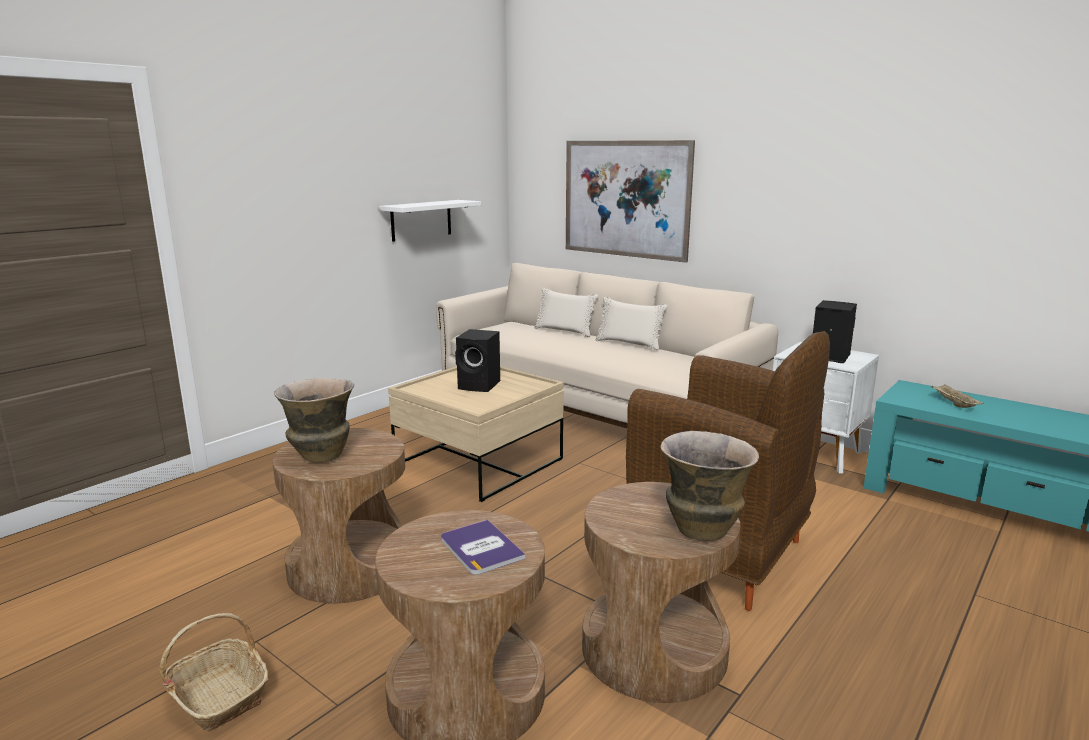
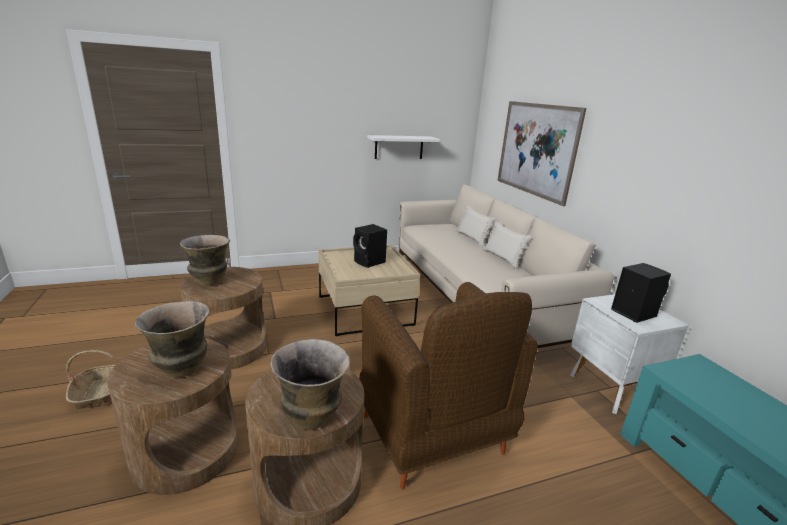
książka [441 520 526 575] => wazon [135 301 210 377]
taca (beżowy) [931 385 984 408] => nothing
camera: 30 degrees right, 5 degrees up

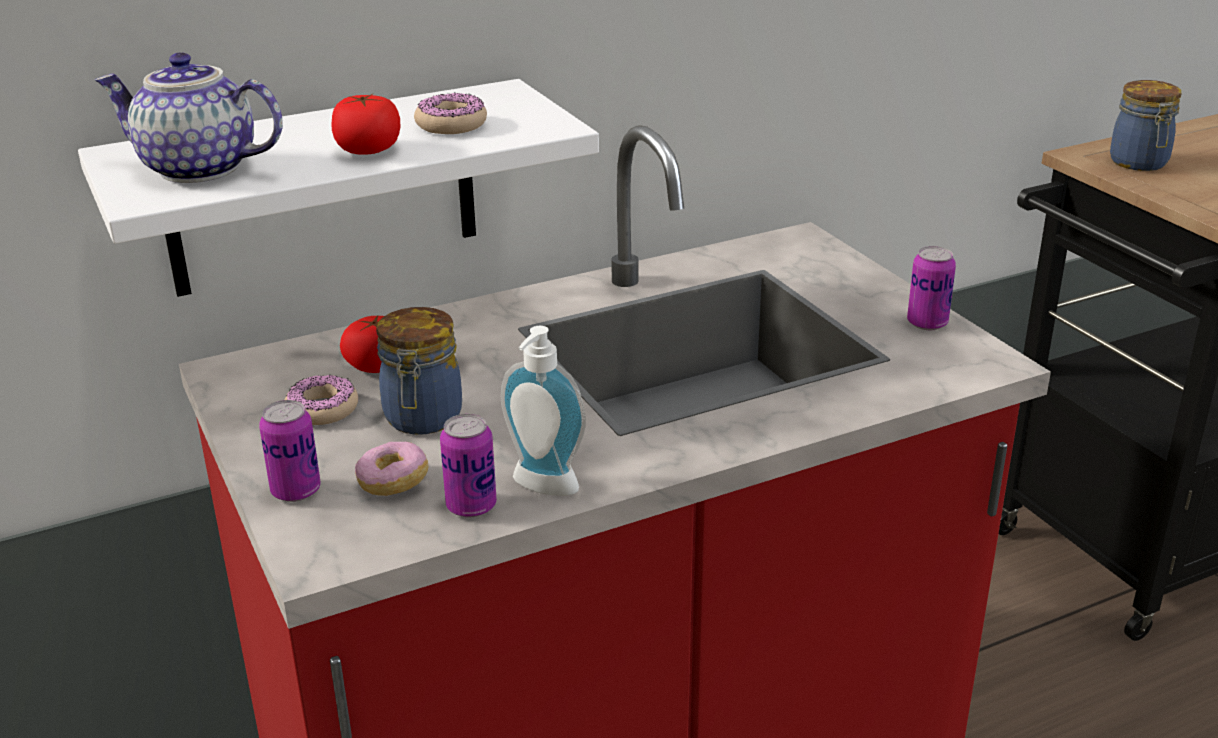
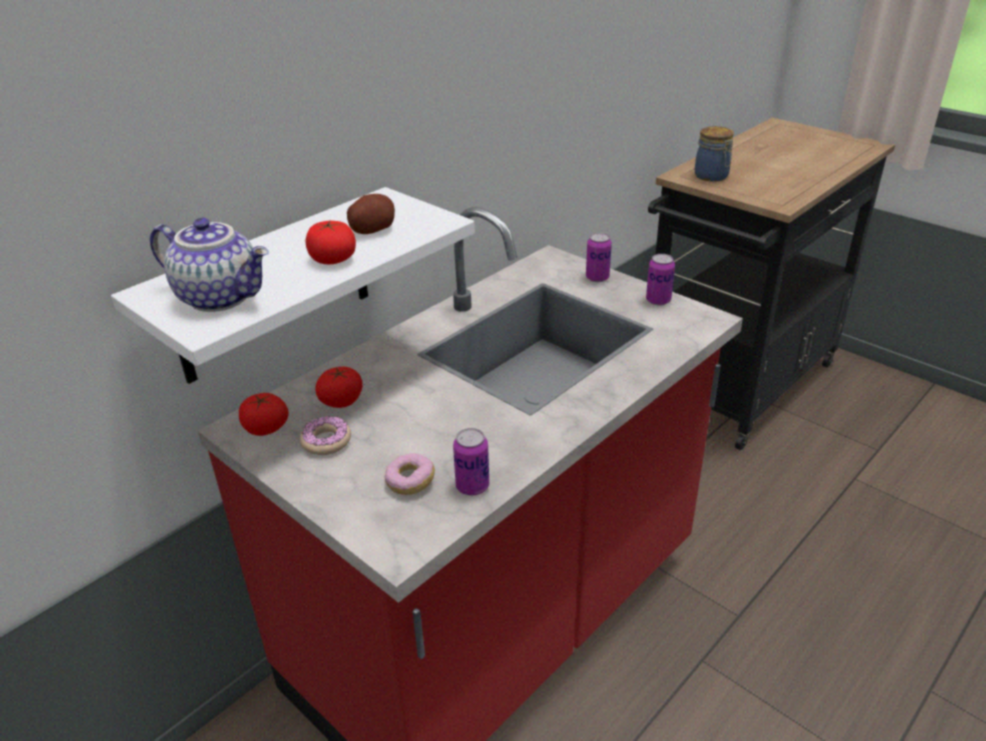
imbryk [94 52 283 183] => imbryk [150 218 269 312], 150 degrees counterclockwise
puszka [259 400 321 502] => puszka [586 233 612 282], move
słoik [376 307 462 435] => nothing
donut [414 92 487 134] => ziemniak [347 194 395 234]
dozownik mydła [501 326 586 496] => nothing
nothing => pomidor [239 393 288 436]
camera: 20 degrees left, 5 degrees up

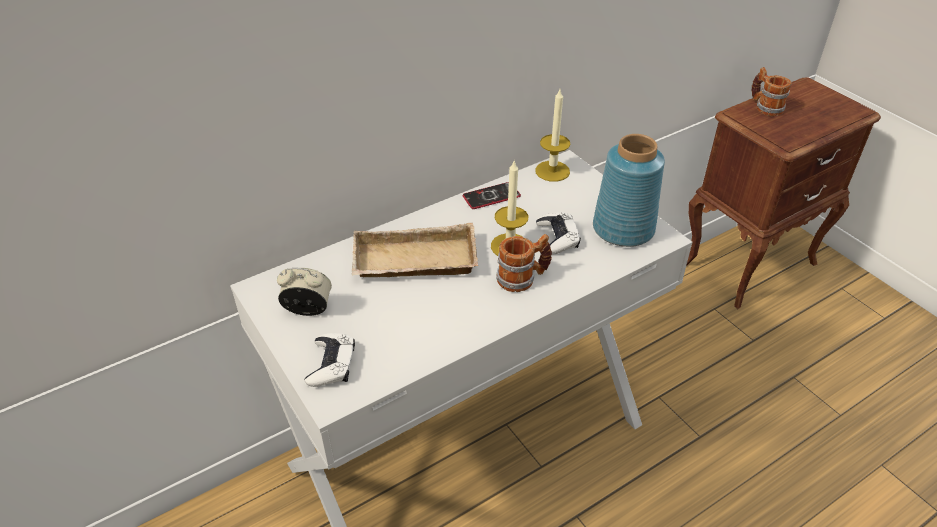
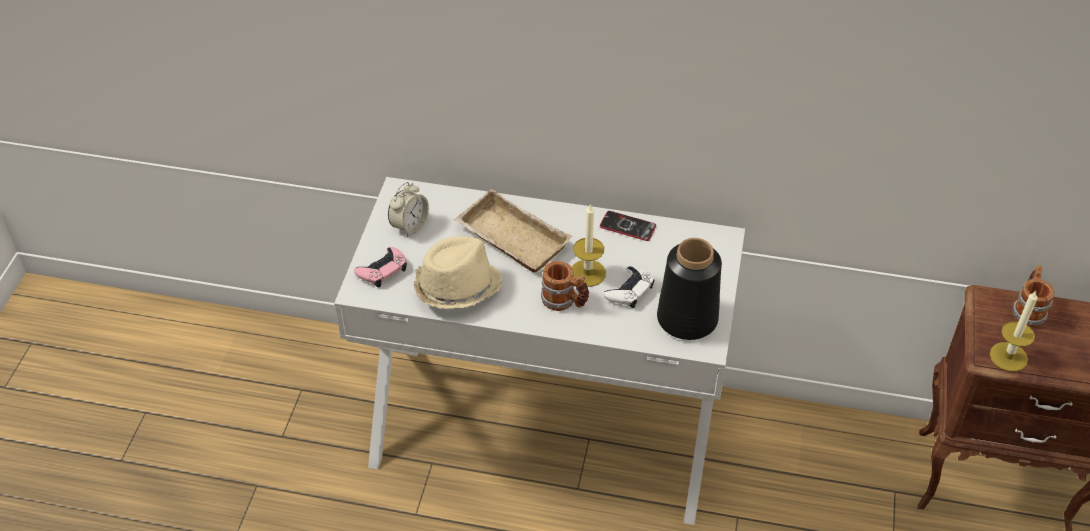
budzik [277 268 332 316] => budzik [388 182 429 237], 75 degrees clockwise
pad do gier (biały) [304 333 355 387] => pad do gier (różowy) [354 247 407 287]
świeca [535 90 570 182] => świeca [990 291 1038 372], move
wazon (niebieski) [593 134 665 247] => wazon (czarny) [657 238 722 340]
nothing => kapelusz (beżowy) [413 236 502 309]
camera: 45 degrees right, 5 degrees up

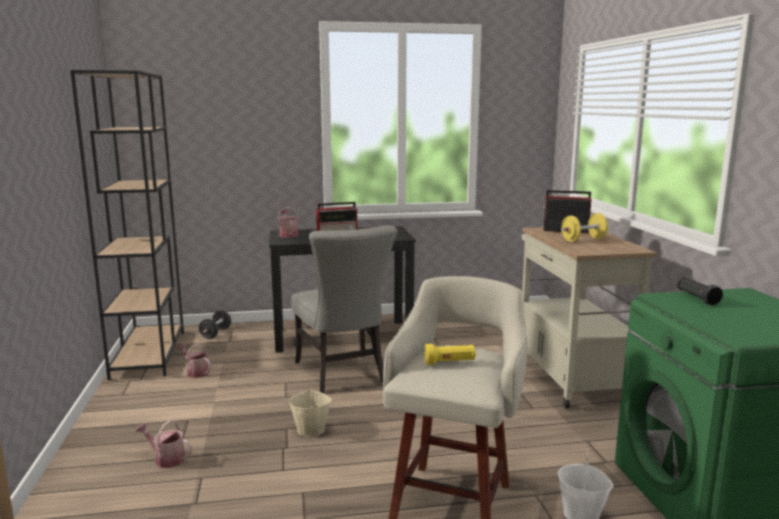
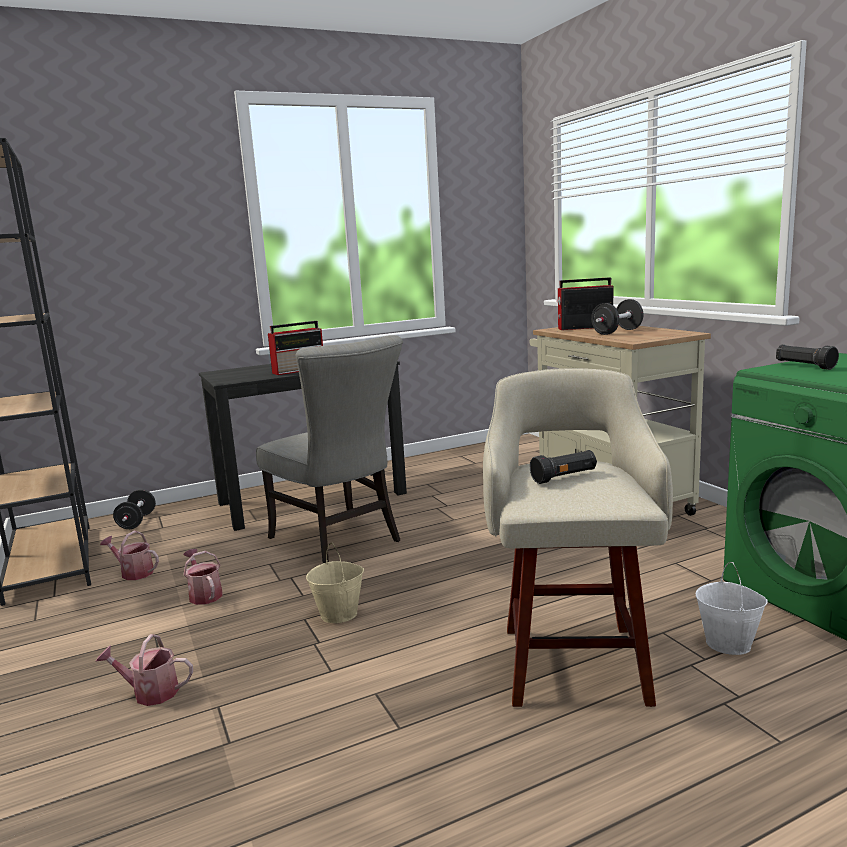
konewka [277 207 299 238] => konewka [183 549 222 605], move
latarka (żółty) [424 344 476 365] => latarka (czarny) [530 450 597 484]
hantel (żółty) [561 213 608 242] => hantel (czarny) [591 299 643 335]
camera: 15 degrees left, 0 degrees up

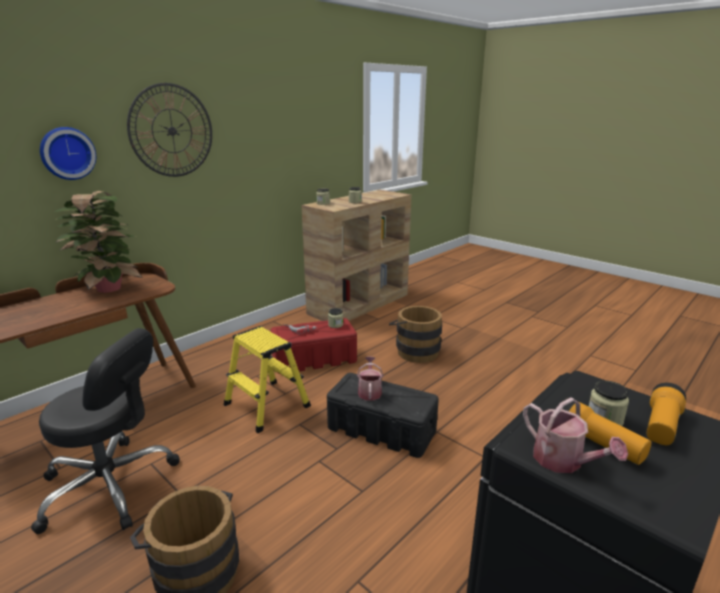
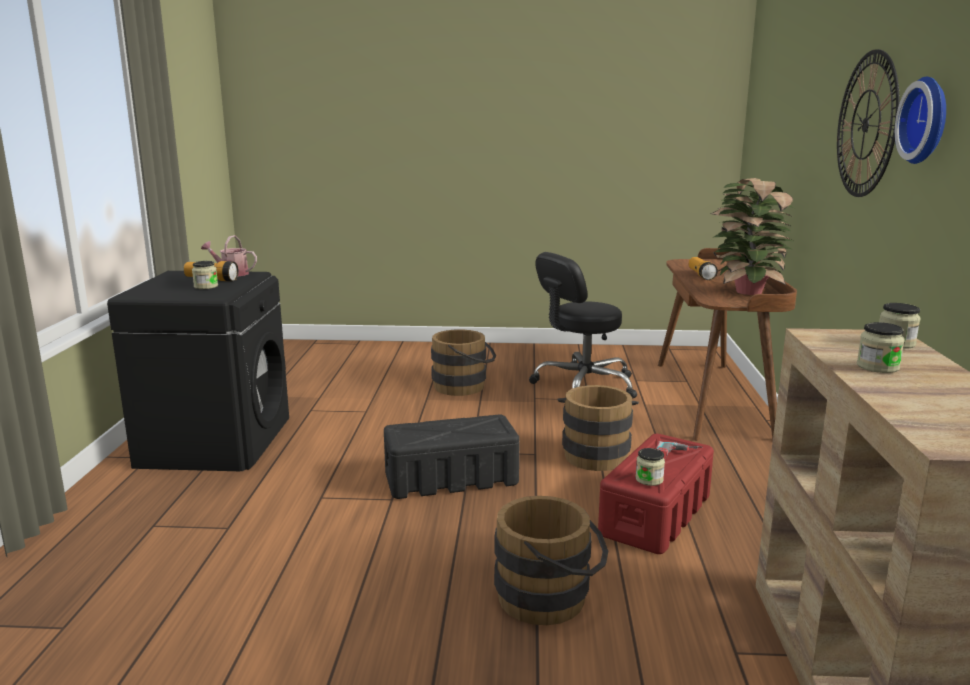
zegar ścienny [40 127 96 180] => zegar ścienny [895 77 946 164], move
drabinka (żółty) [224 326 311 433] => wiadro (brązowy) [557 385 639 471]
konewka [357 357 383 401] => nothing
latarka [646 382 686 445] => latarka [689 257 718 280], move
camera: 140 degrees right, 5 degrees down

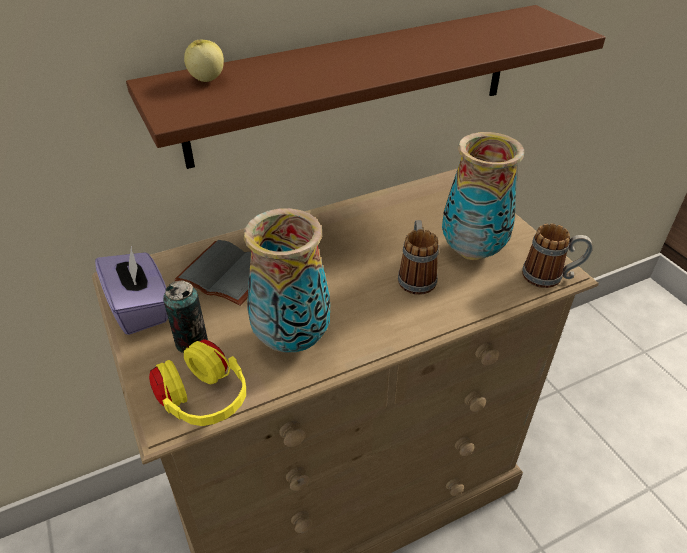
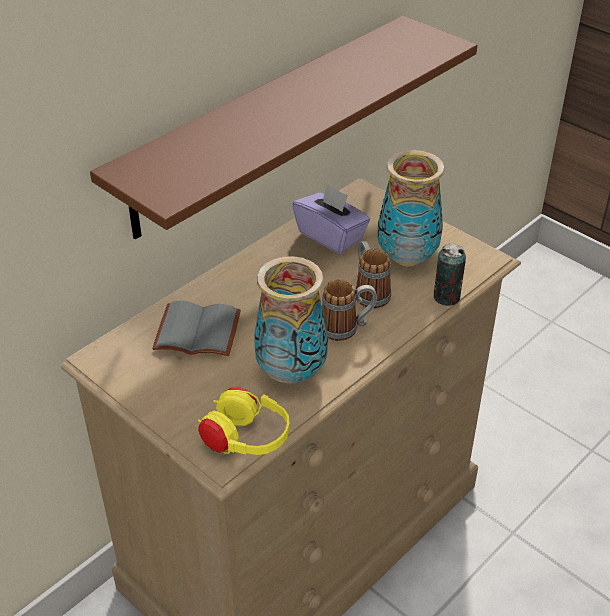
pudełko chusteczek (fioletowy) [95 245 168 335] => pudełko chusteczek (fioletowy) [292 183 370 254], move
puszka [163 280 208 353] => puszka [434 244 466 306], move
jabłko [184 40 224 82] => nothing
kubek [522 223 593 288] => kubek [322 279 377 341], move
camera: 20 degrees left, 0 degrees up

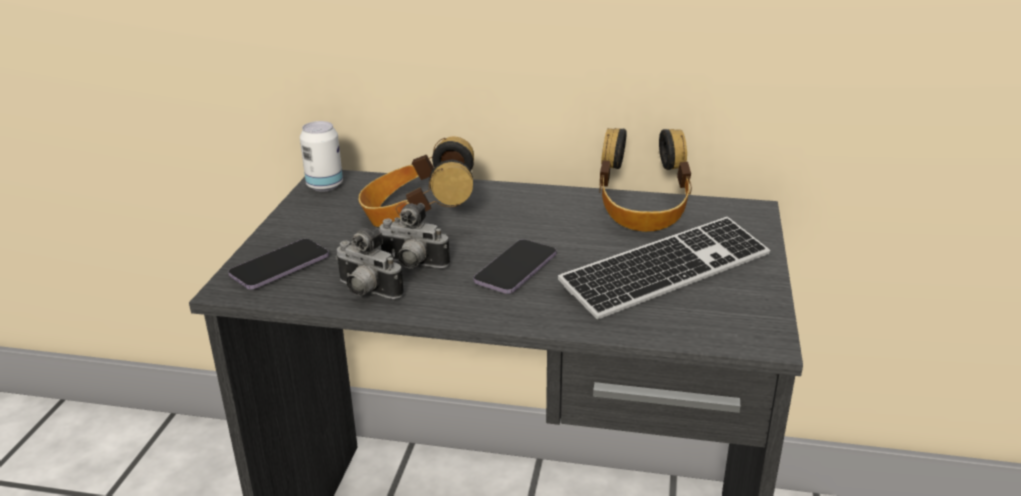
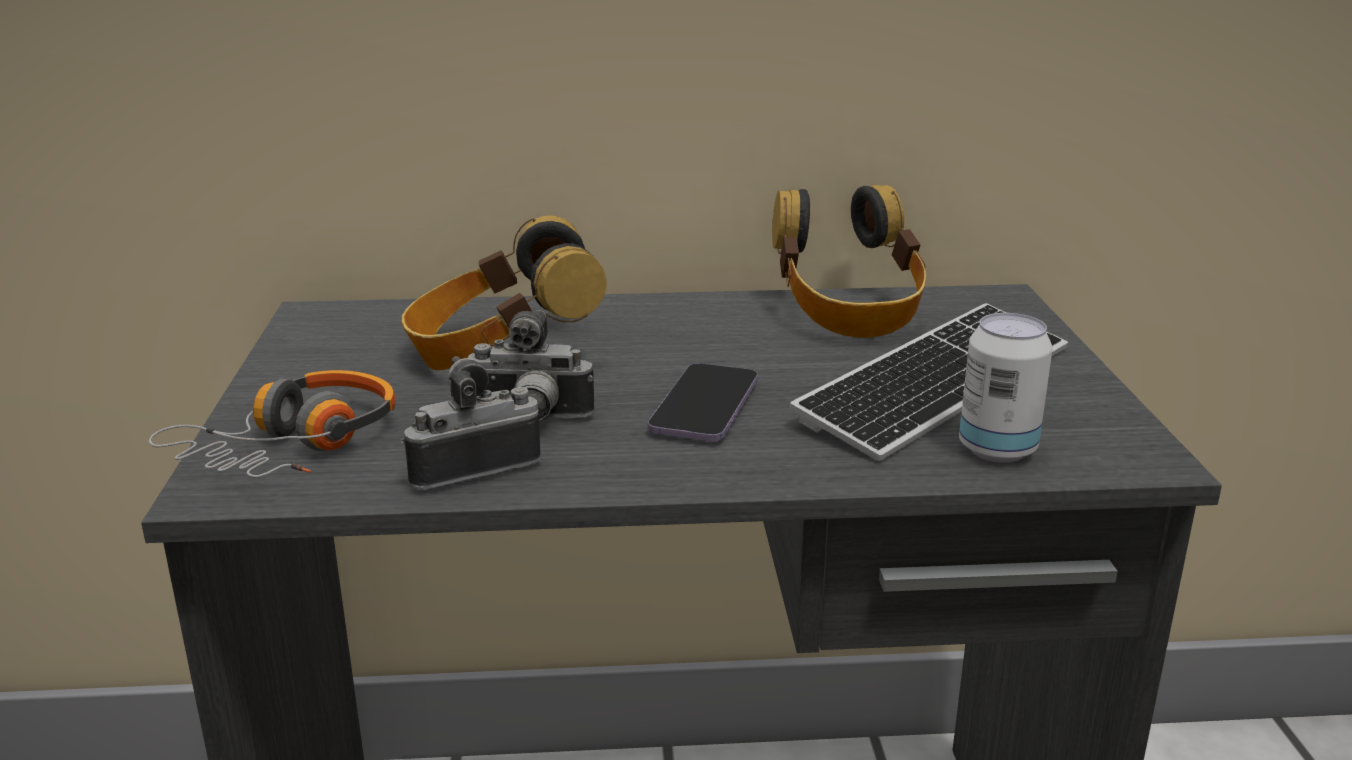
telefon [228 239 329 290] => słuchawki [149 370 395 478]
puszka [300 121 343 192] => puszka [959 313 1053 463], move
aparat fotograficzny [335 228 404 299] => aparat fotograficzny [401 356 541 490], 135 degrees clockwise
camera: 15 degrees left, 5 degrees down

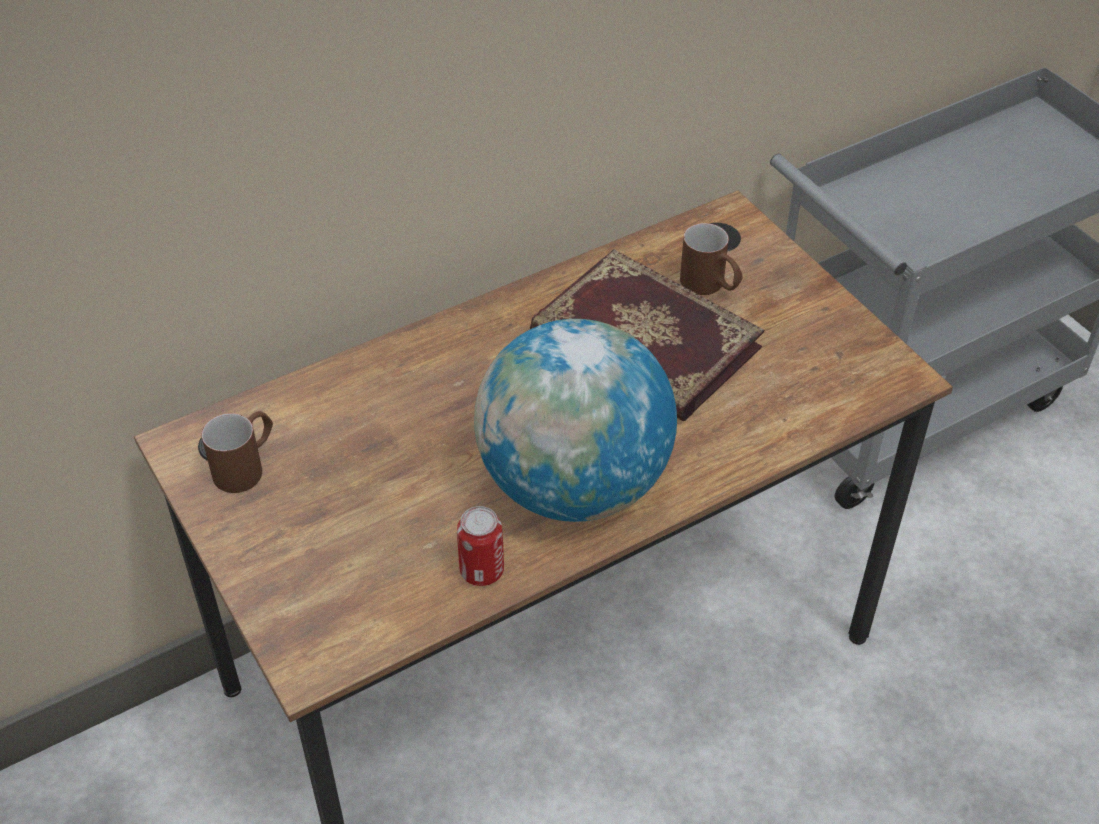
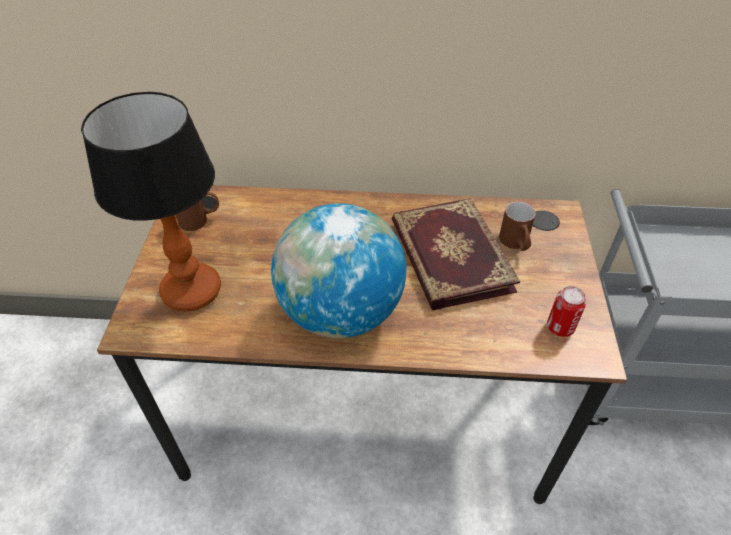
puszka [457 506 504 586] => puszka [547 286 586 337], move
nothing => lampa stołowa [81 92 221 311]
camera: 35 degrees right, 0 degrees up

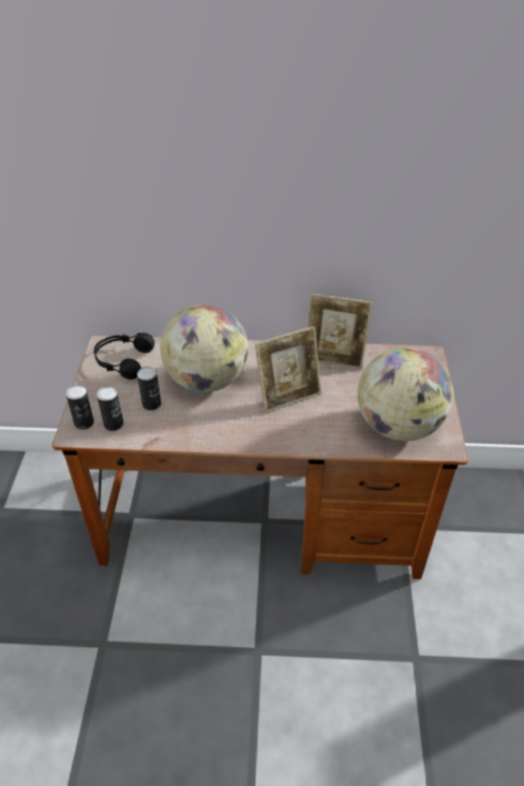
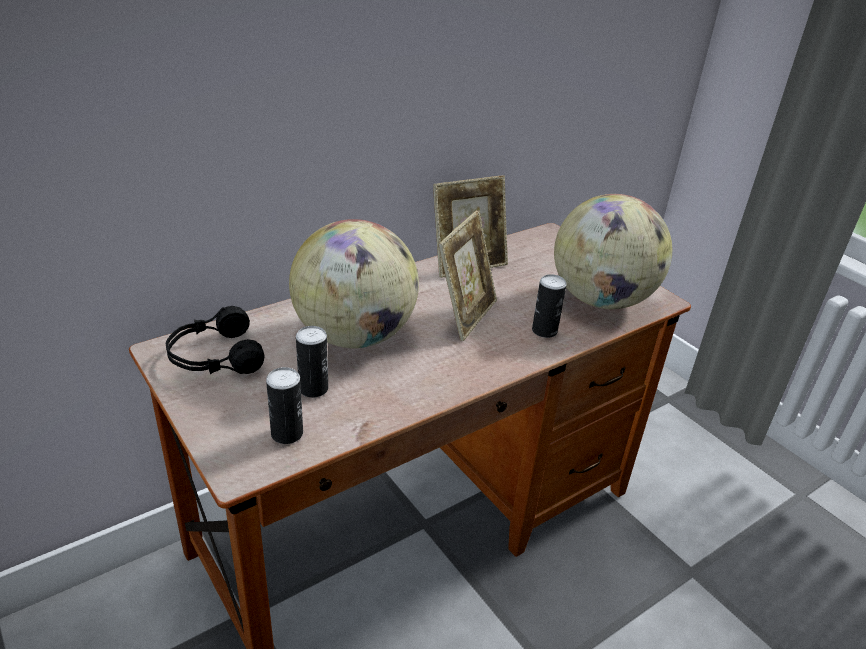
puszka [66 385 94 430] => puszka [532 274 567 338], move
camera: 40 degrees left, 10 degrees down

